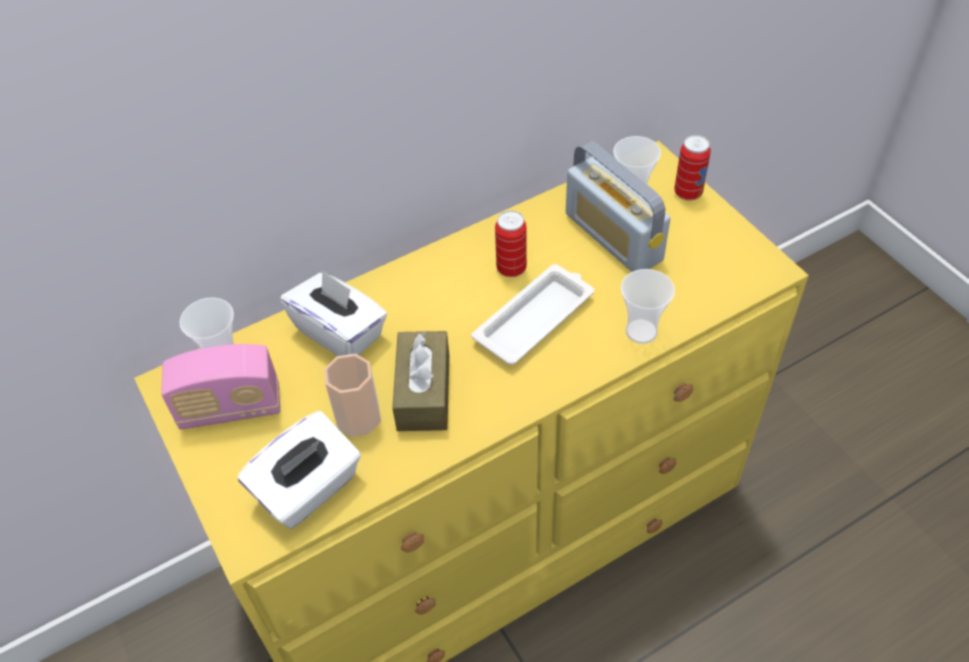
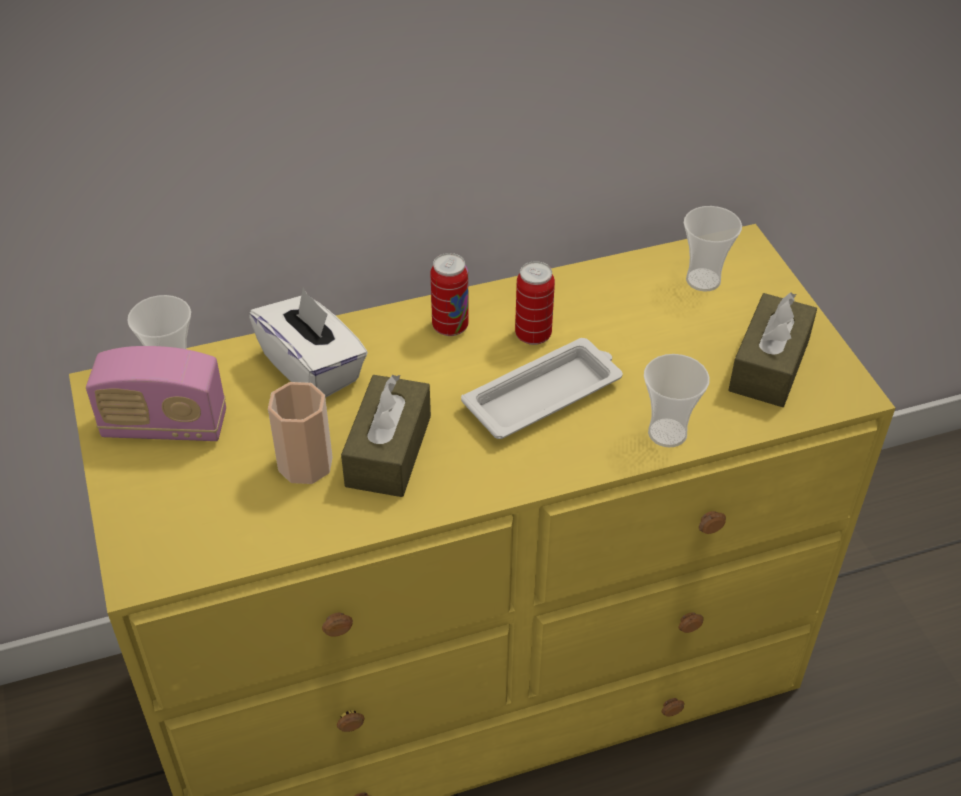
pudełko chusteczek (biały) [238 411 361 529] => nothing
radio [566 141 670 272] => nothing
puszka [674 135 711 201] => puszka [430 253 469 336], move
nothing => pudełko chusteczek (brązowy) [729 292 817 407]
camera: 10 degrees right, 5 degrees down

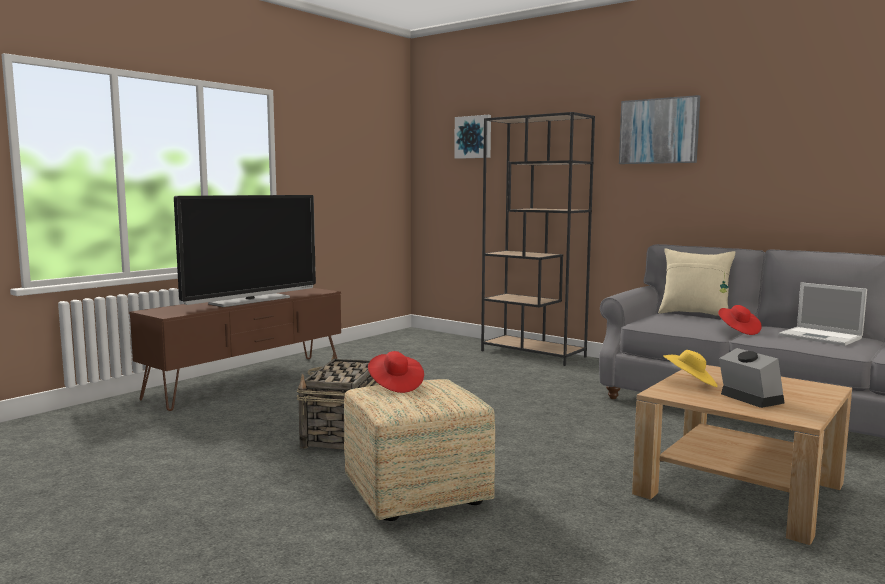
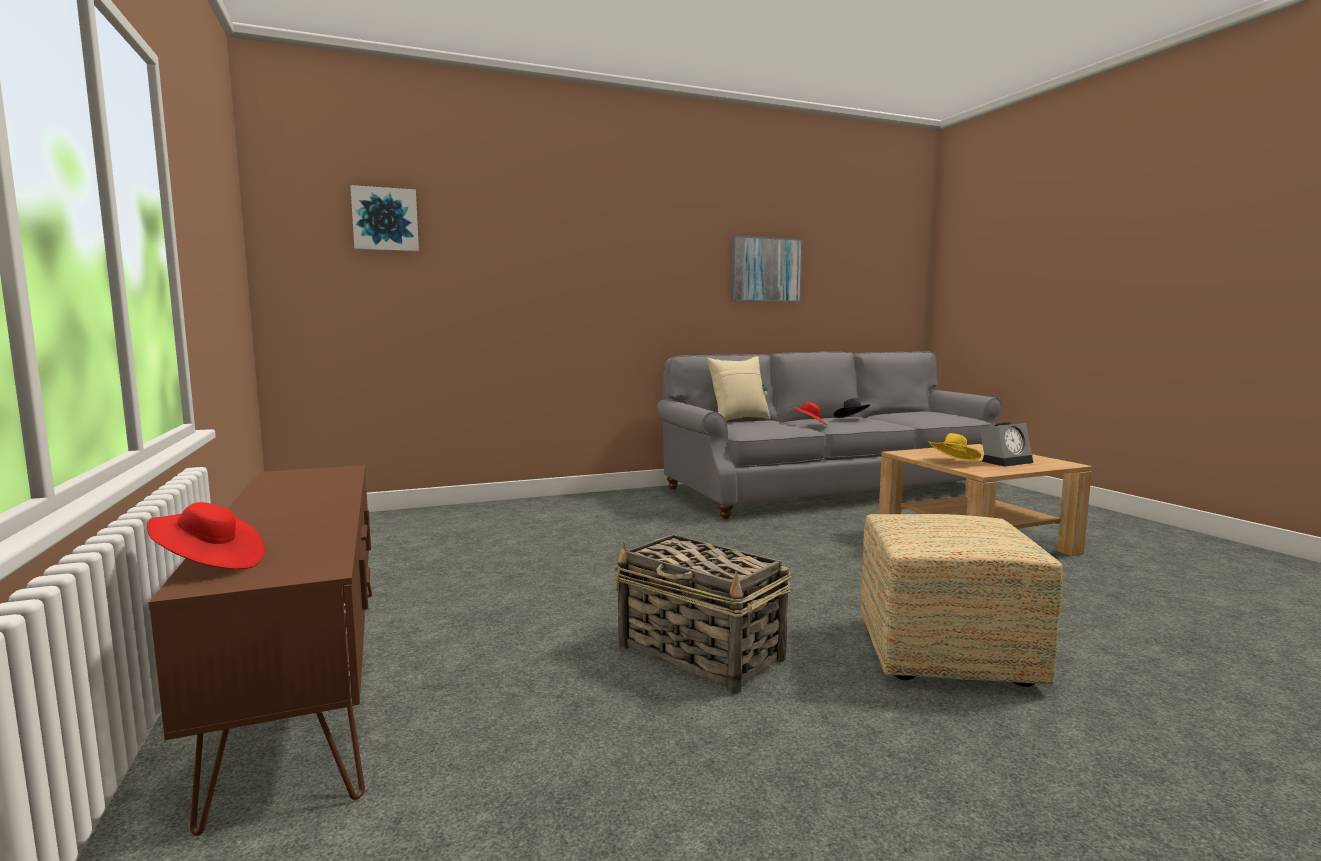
telewizor [174 195 316 307] => nothing
kapelusz (czerwony) [368 351 424 393] => kapelusz (czerwony) [147 502 265 569], move
regał [481 112 595 366] => nothing
obraz [619 95 700 164] => obraz [731 236 803 302], move
budzik [719 348 785 408] => budzik [980 422 1033 466], 150 degrees clockwise
laptop [778 282 867 346] => kapelusz (czarny) [833 398 870 418]
camera: 60 degrees left, 0 degrees up

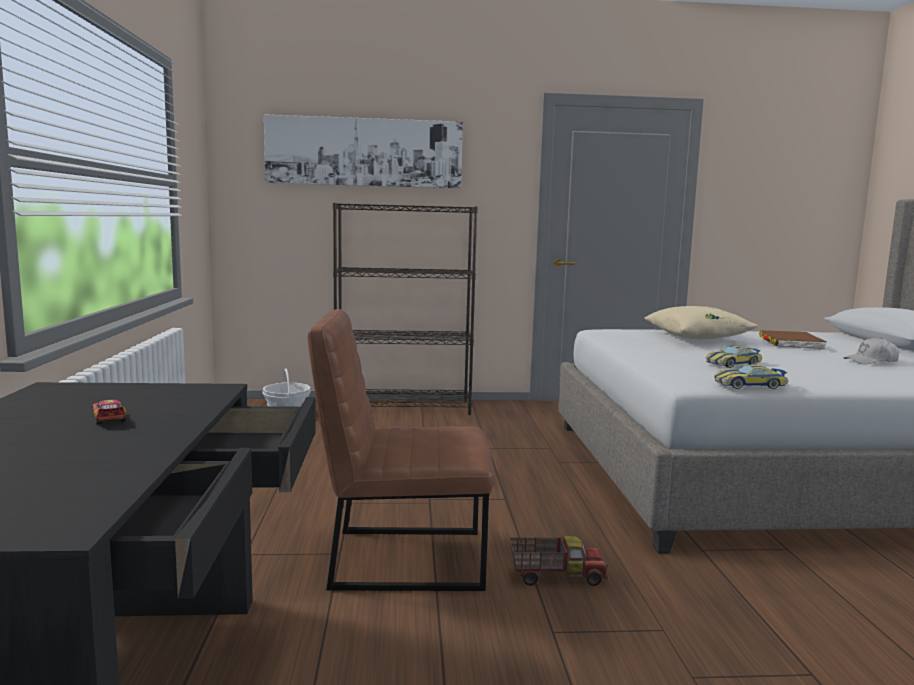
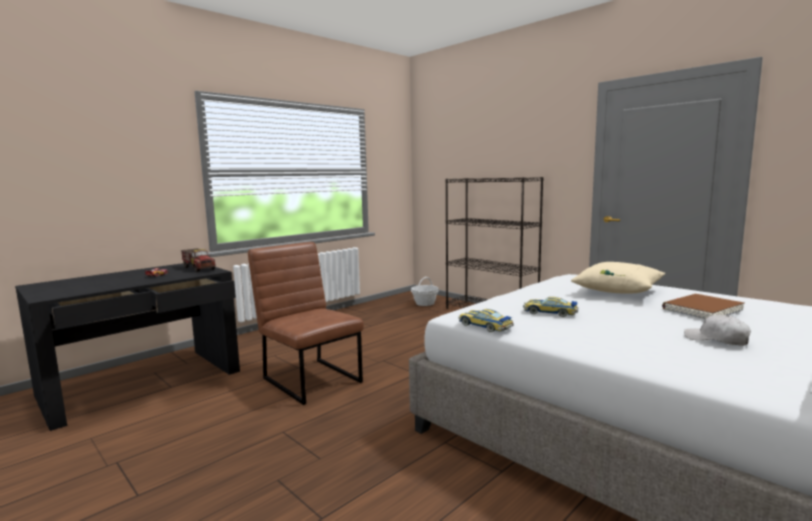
obraz [264 114 463 188] => nothing
ciężarówka zabawkowa [509 536 608 586] => ciężarówka zabawkowa [181 248 216 272], move
camera: 50 degrees right, 0 degrees up

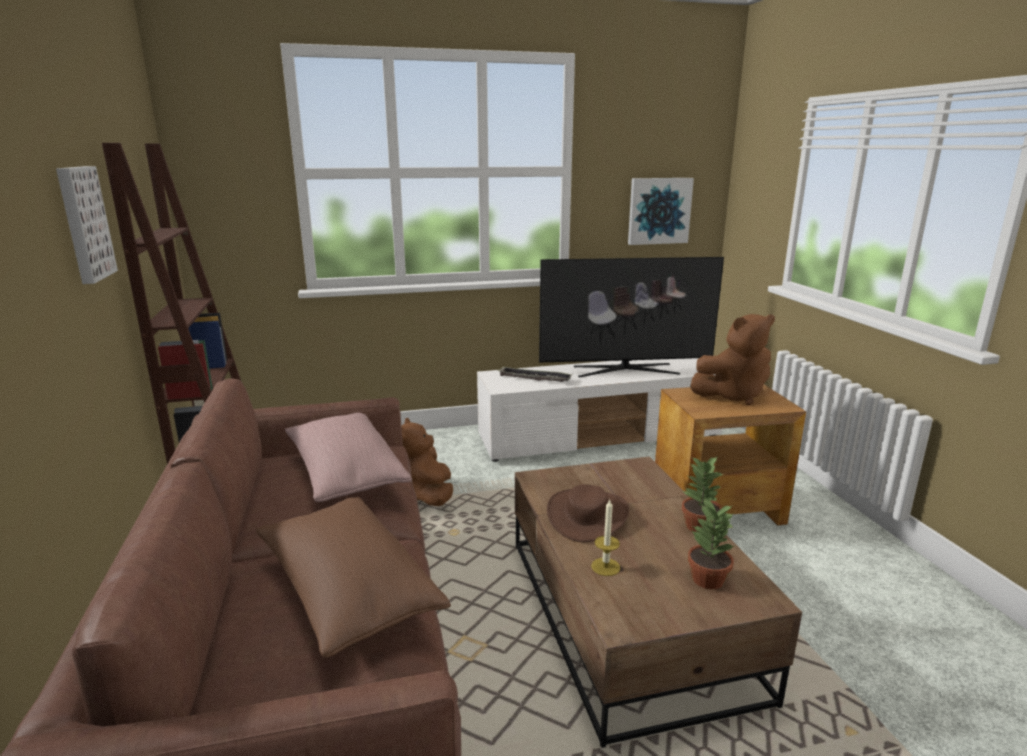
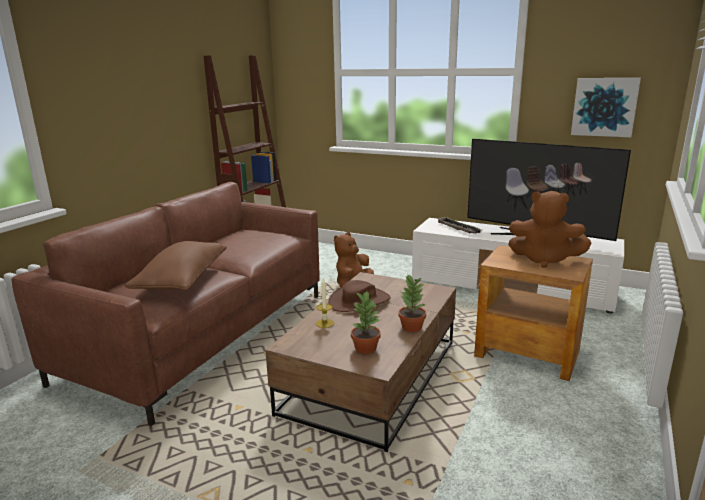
obraz [56 166 118 284] => nothing
poduszka (różowy) [285 413 412 502] => nothing
camera: 40 degrees right, 0 degrees up

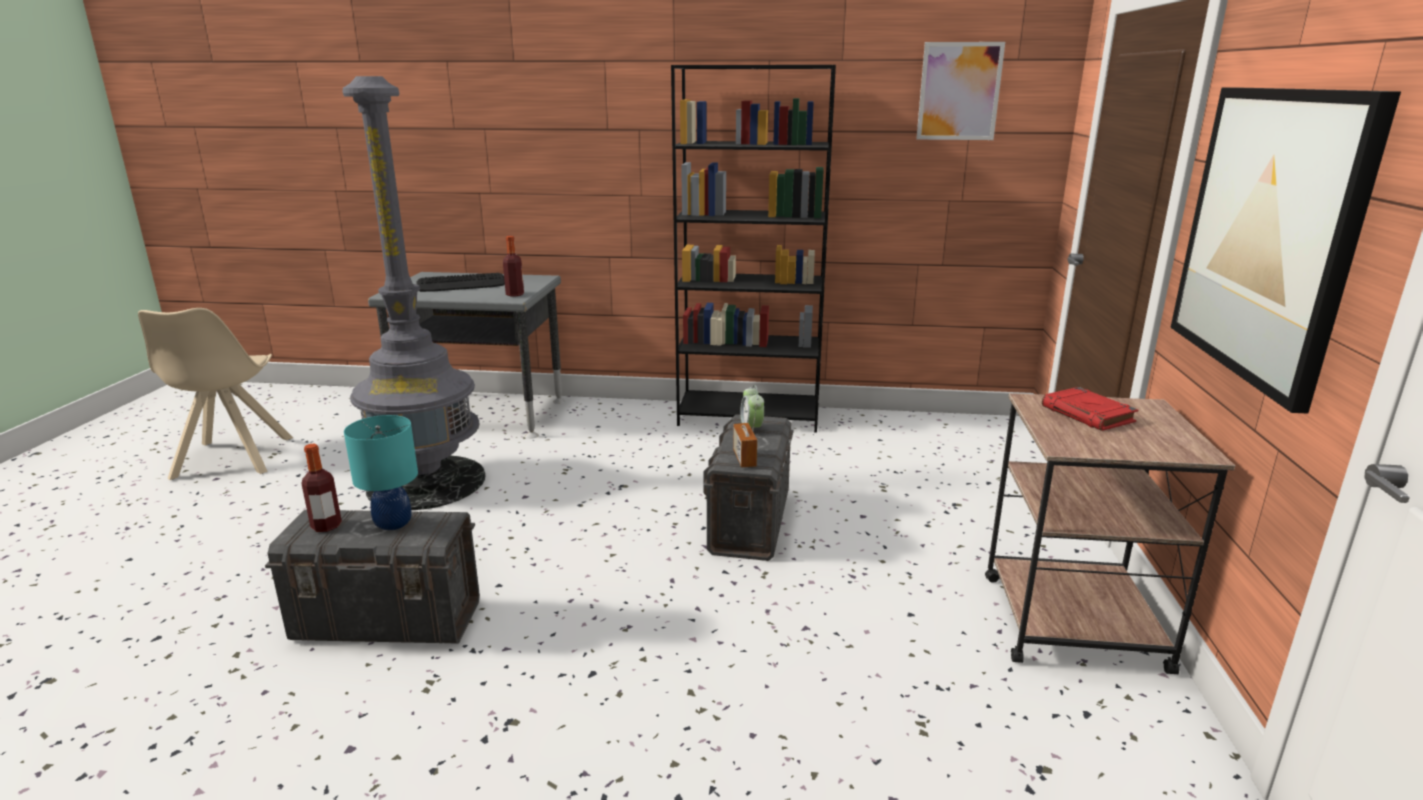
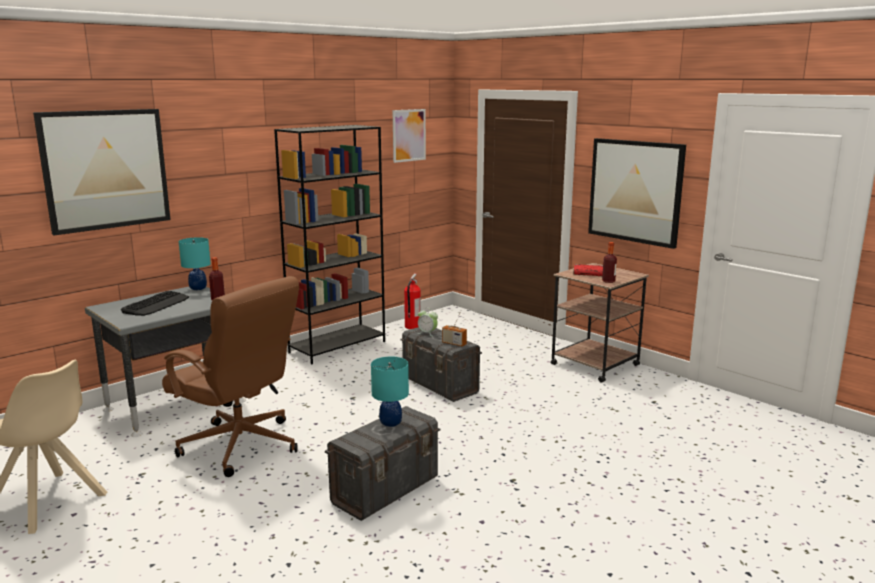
butelka [301 444 342 532] => butelka [602 242 617 283], move
lampa stojąca (szary) [343 76 485 510] => krzesło biurowe (brązowy) [162 276 299 477]
nothing => obraz [33 109 171 235]
nothing => lampa stołowa (turkusowy) [179 237 211 290]
nothing => gaśnica [404 273 421 329]
camera: 50 degrees left, 5 degrees down

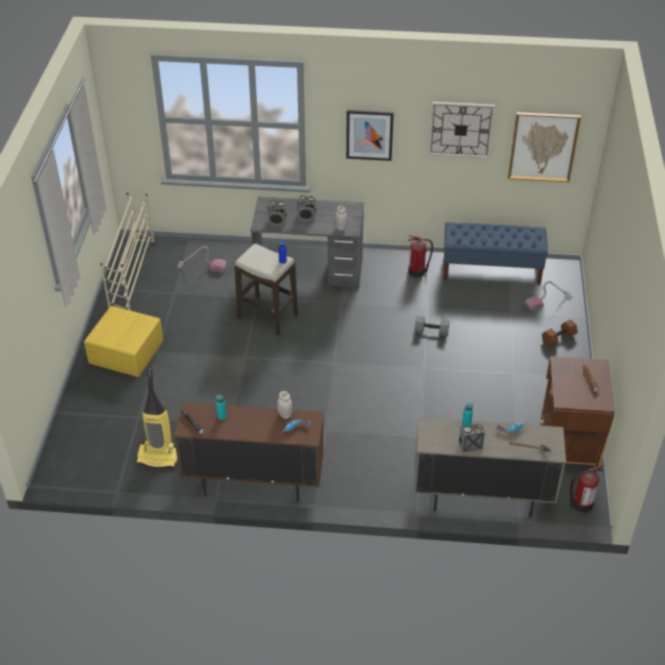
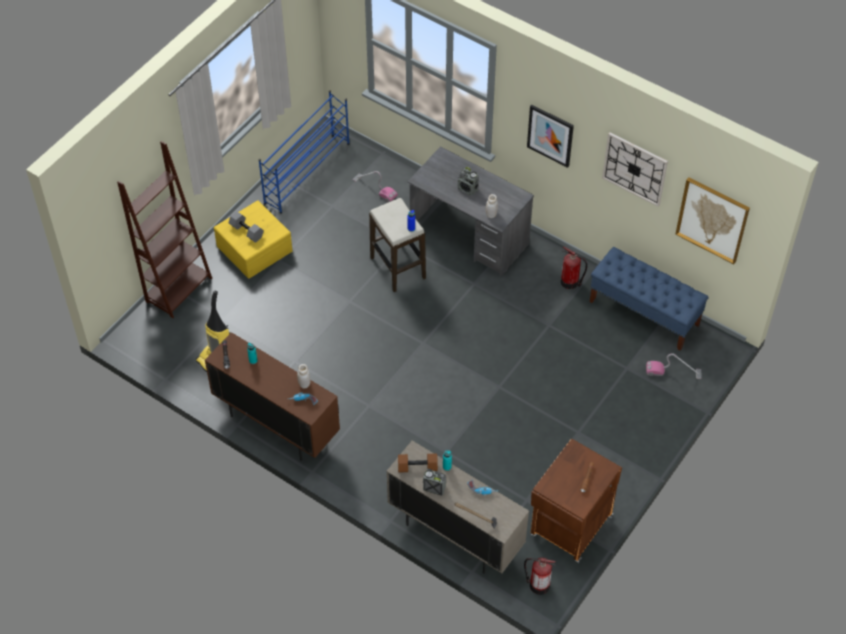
regał na buty (beżowy) [100 193 155 311] => regał na buty (niebieski) [259 90 349 213]
radio [267 200 287 226] => nothing
hantel (szary) [414 316 450 337] => hantel (szary) [229 211 264 243], move
hantel (brązowy) [542 319 578 347] => hantel (brązowy) [398 453 438 472], move
nothing => regał (brązowy) [117 141 212 318]
camera: 30 degrees right, 10 degrees up

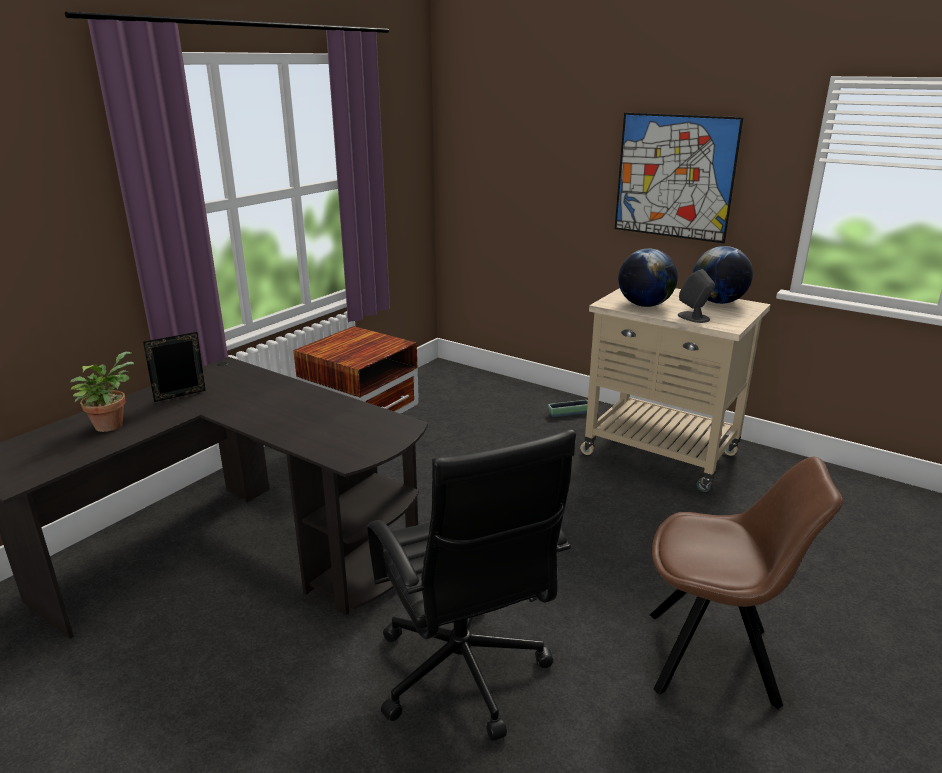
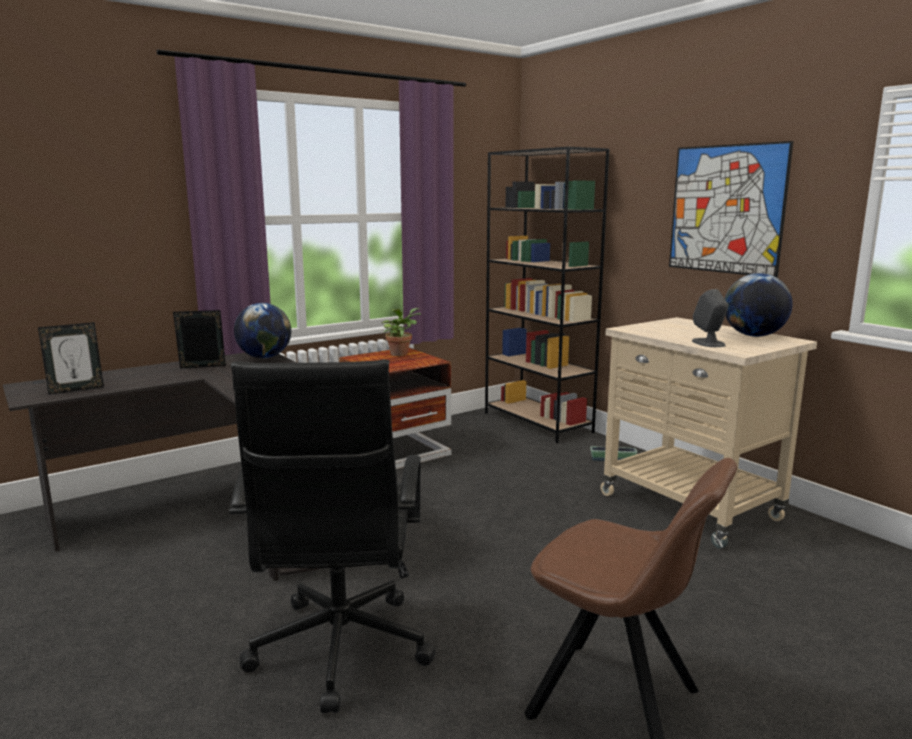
roślina doniczkowa [70 352 134 432] => roślina doniczkowa [381 308 421 356], move
globus [618 249 678 307] => globus [234 303 291 358], move
nothing => ramka na zdjęcie [38 322 104 395]
nothing => regał (beżowy) [485 147 610 443]
camera: 20 degrees right, 10 degrees down

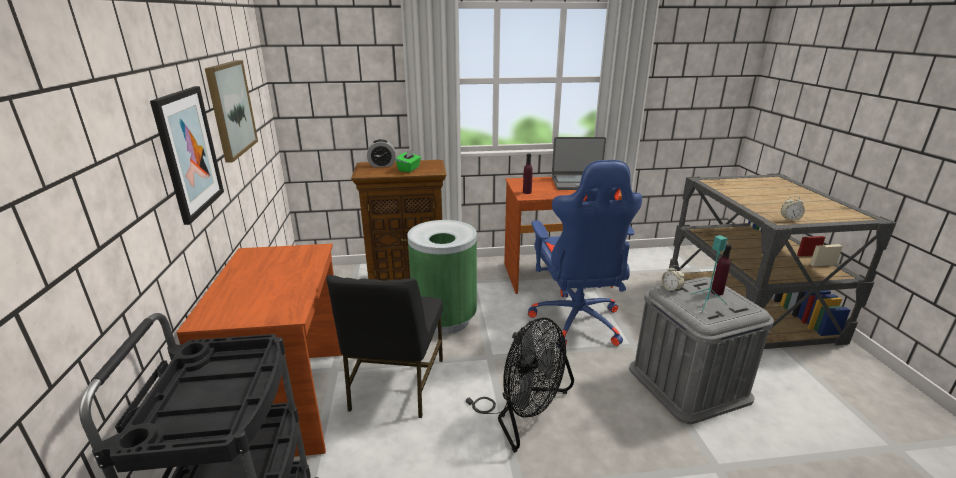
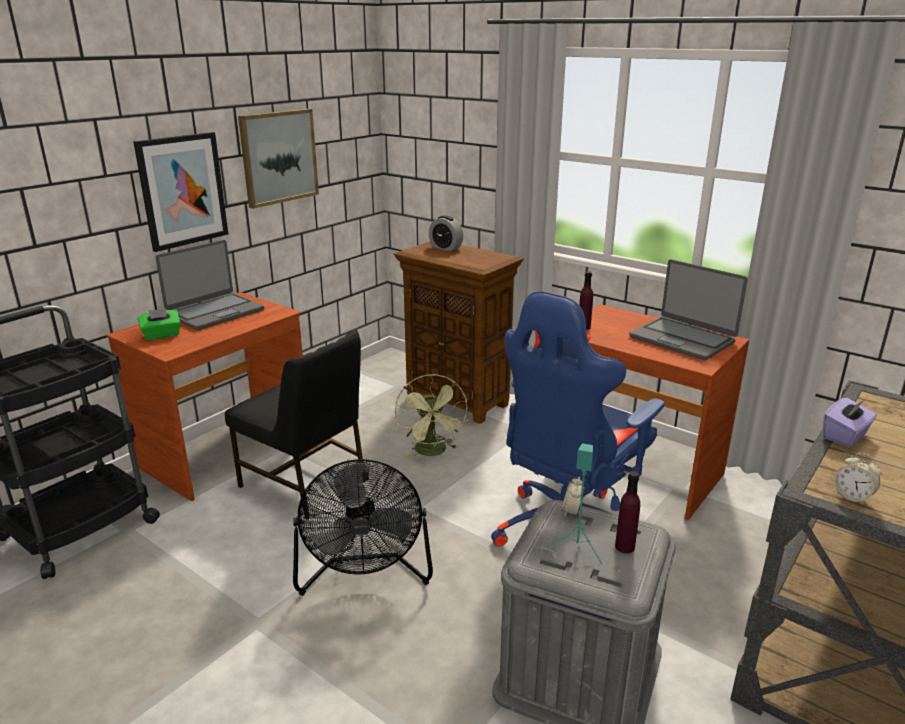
krzesło (czarny) [326 275 443 418] => krzesło (czarny) [225 330 365 520], 105 degrees counterclockwise
pudełko chusteczek (zielony) [396 149 421 172] => pudełko chusteczek (zielony) [137 308 181 340], move
kosz na śmieci (zielony) [407 220 477 334] => wentylator (zielony) [395 374 468 458]
nothing => laptop [155 240 264 330]
nothing => pudełko chusteczek (fioletowy) [823 398 877 447]
camera: 45 degrees right, 0 degrees up

